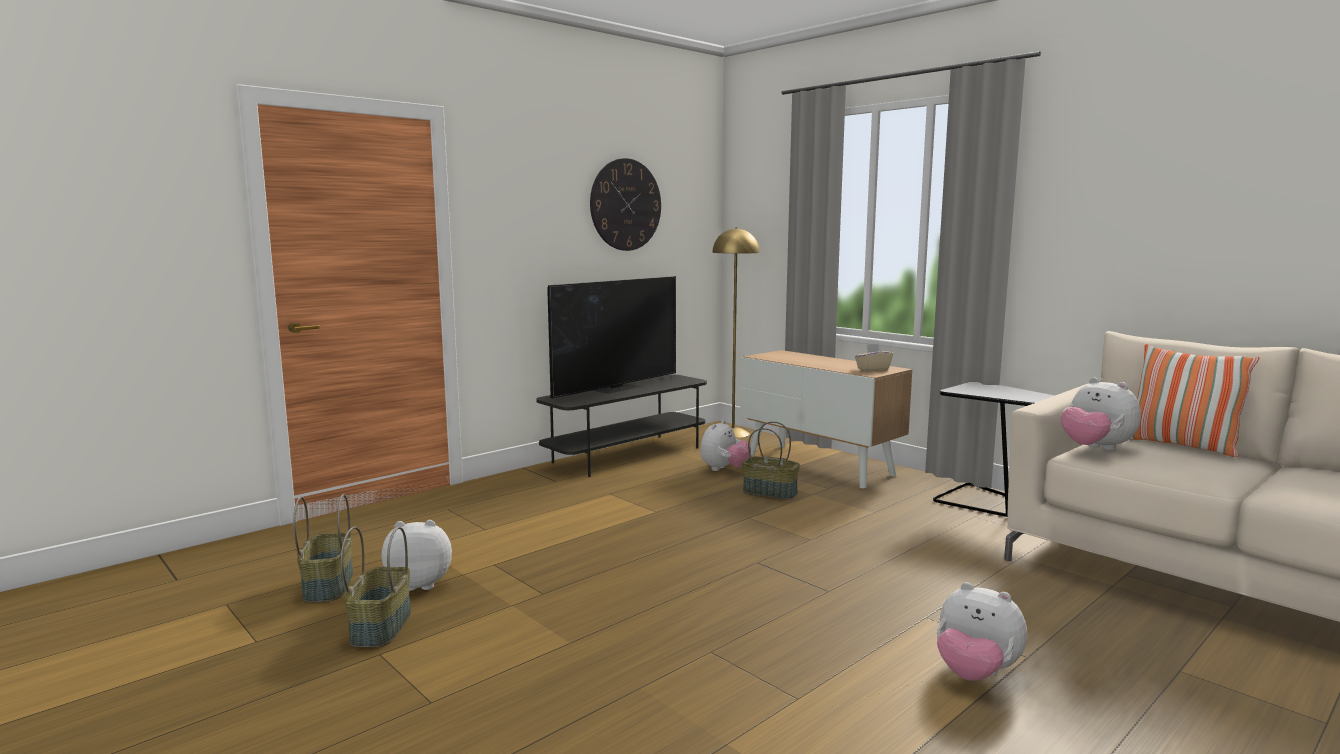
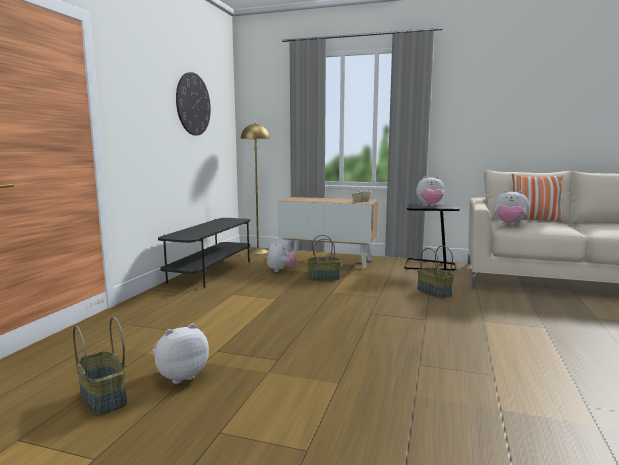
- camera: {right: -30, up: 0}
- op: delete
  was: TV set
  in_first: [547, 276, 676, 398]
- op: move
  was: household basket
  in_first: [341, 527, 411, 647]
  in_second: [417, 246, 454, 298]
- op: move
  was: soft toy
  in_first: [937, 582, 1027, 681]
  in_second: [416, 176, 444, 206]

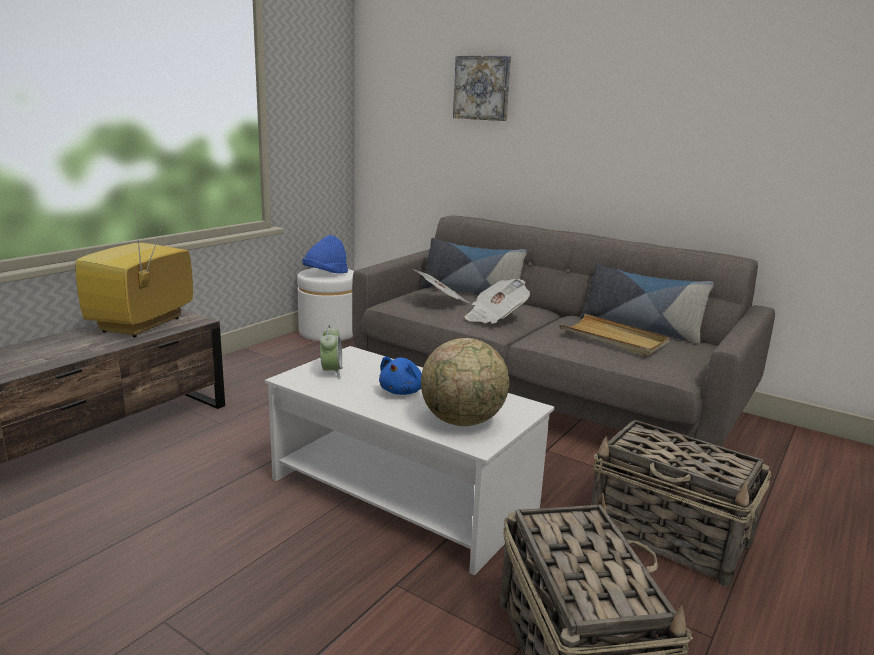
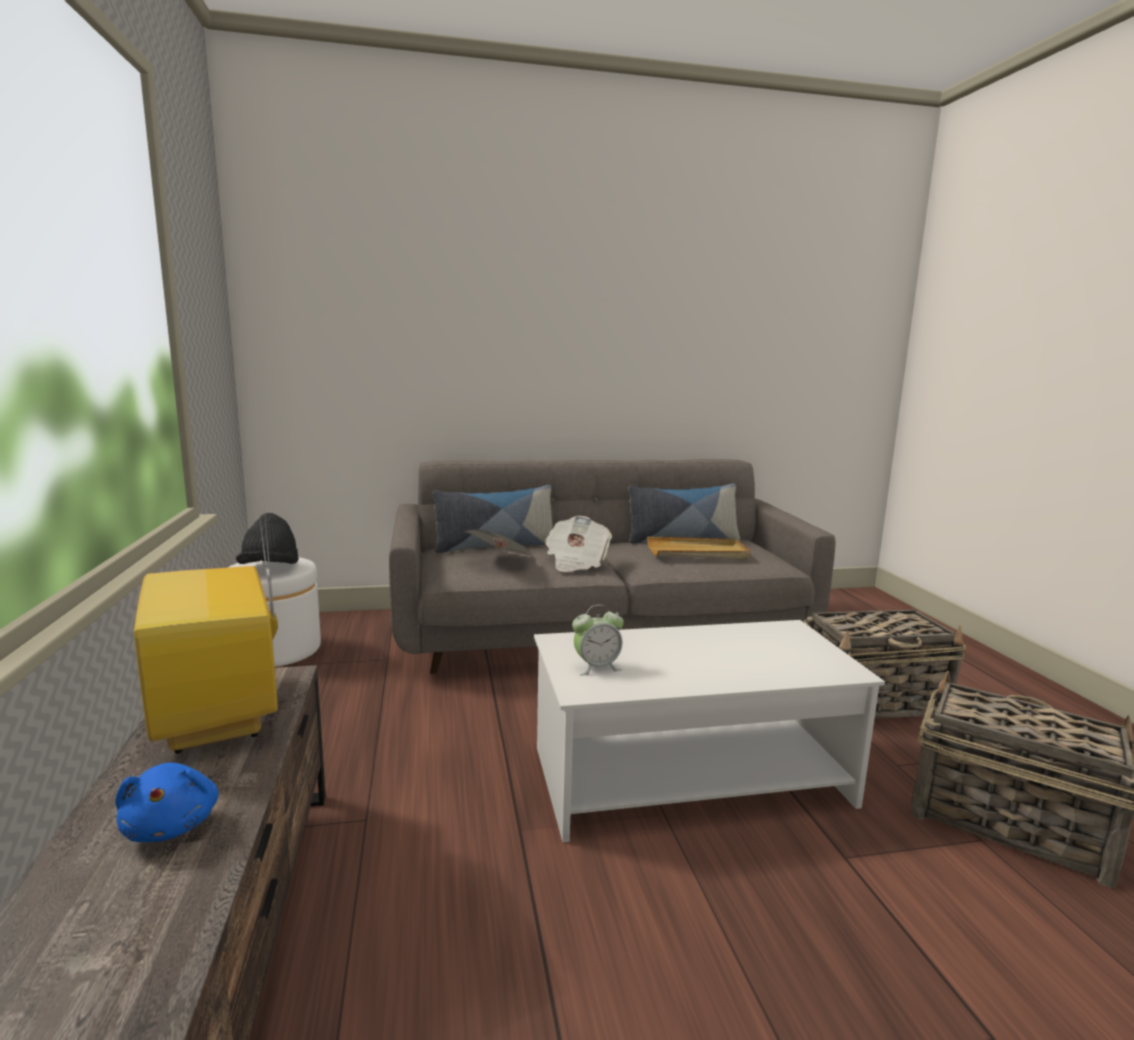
- camera: {right: -45, up: -5}
- op: delete
  was: wall picture
  in_first: [453, 56, 511, 121]
- op: recolor
  was: blue-coloured wearable hat
  now: blackish wearable hat
  in_first: [302, 235, 348, 273]
  in_second: [236, 513, 299, 564]
- op: rotate
  was: table clock
  in_first: [320, 325, 343, 379]
  in_second: [572, 605, 624, 675]
  clockwise: 120
- op: delete
  was: desk globe
  in_first: [421, 338, 509, 426]
- op: move
  was: blue-coloured soft toy
  in_first: [379, 356, 422, 395]
  in_second: [115, 763, 218, 842]

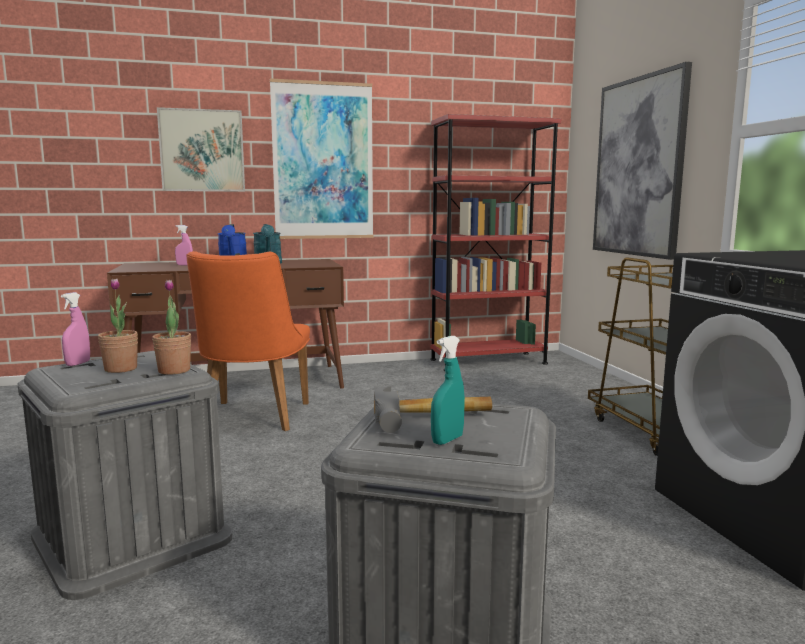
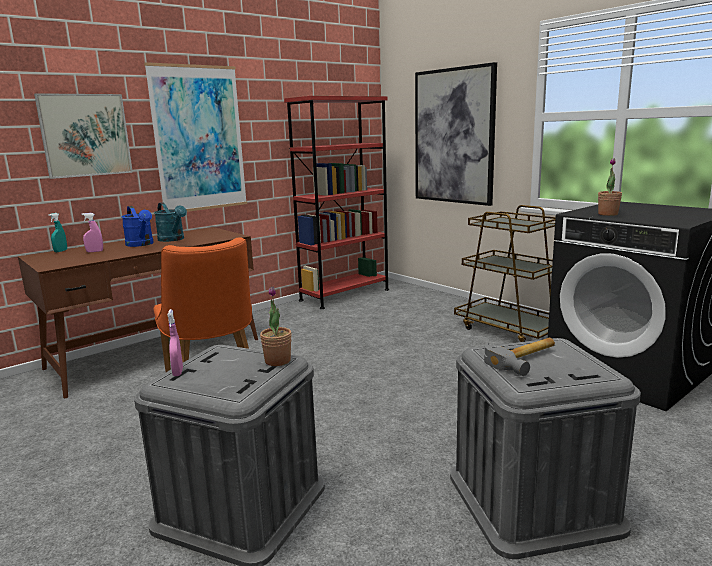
- camera: {right: -25, up: 5}
- op: move
  was: plant in a pot
  in_first: [98, 279, 138, 373]
  in_second: [598, 158, 622, 216]
- op: move
  was: blue-green spray bottle
  in_first: [431, 336, 465, 445]
  in_second: [49, 213, 67, 252]

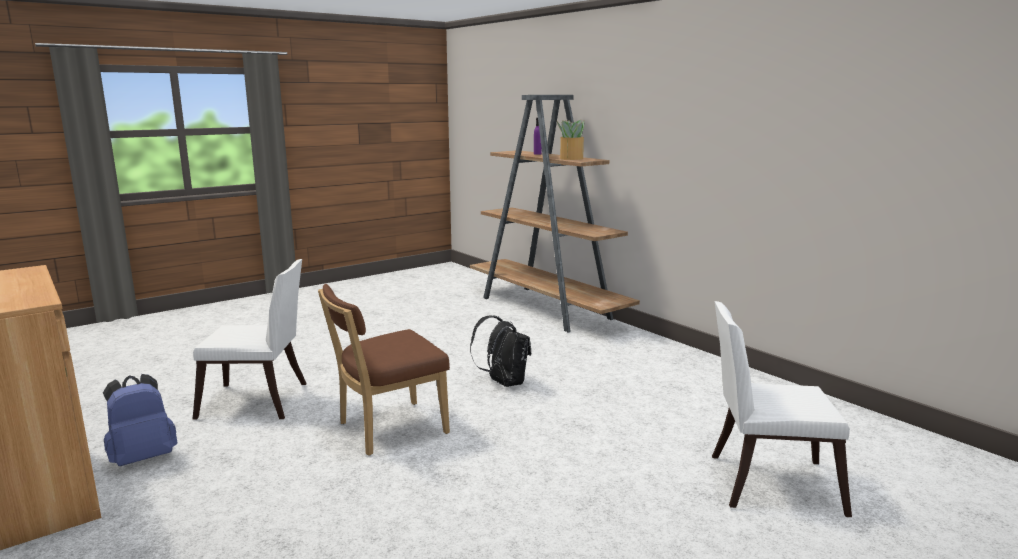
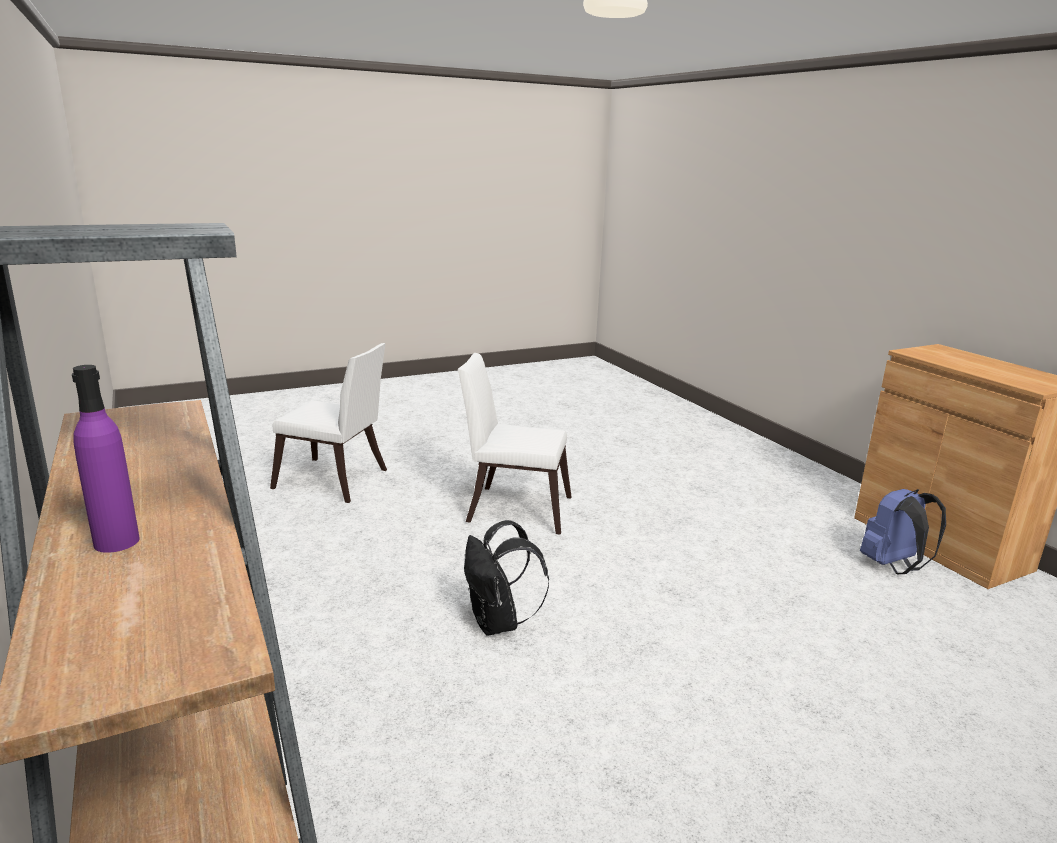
- camera: {right: -170, up: 5}
- op: delete
  was: plant in a pot
  in_first: [557, 120, 585, 160]
- op: move
  was: white plain chair
  in_first: [193, 259, 307, 419]
  in_second: [458, 353, 572, 534]
- op: delete
  was: brown-coloured plain chair
  in_first: [318, 284, 450, 456]

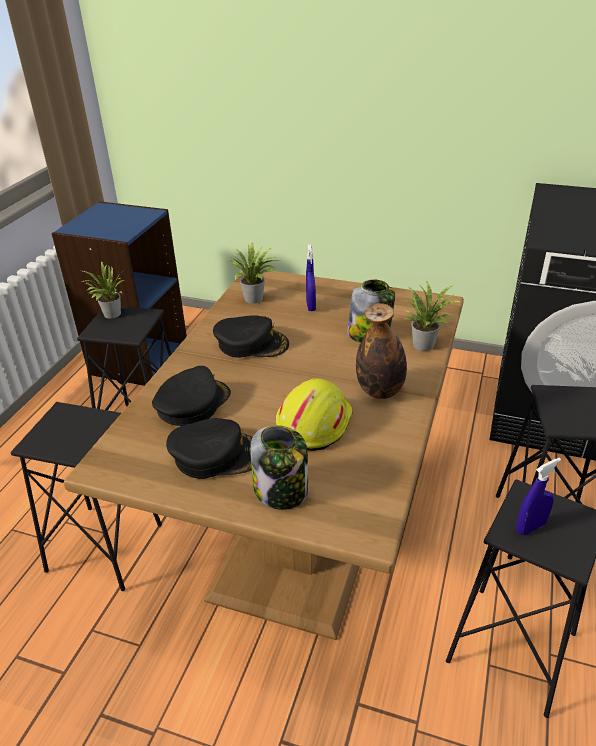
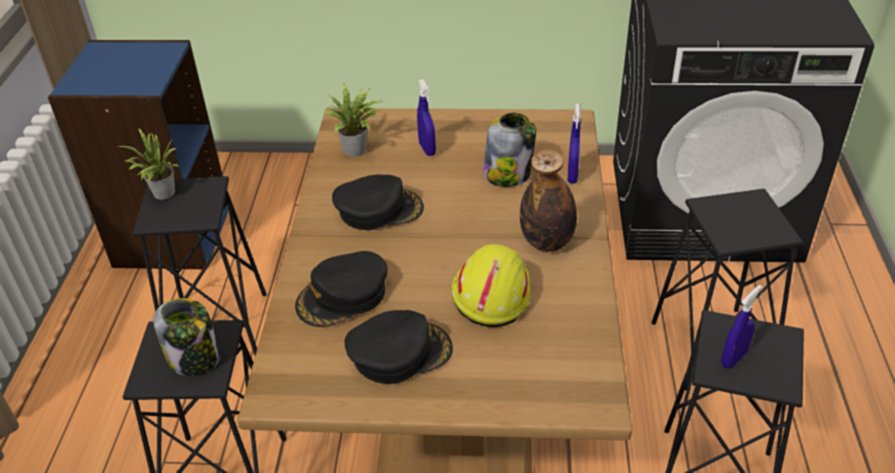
- camera: {right: -15, up: 5}
- op: replace
  was: plant in a pot
  now: blue-coloured spray bottle
  in_first: [403, 282, 461, 351]
  in_second: [567, 104, 581, 184]
- op: rotate
  was: blackish baseball cap
  in_first: [152, 366, 231, 426]
  in_second: [295, 251, 388, 327]
  clockwise: -150
- op: move
  was: preserve jar
  in_first: [250, 425, 308, 510]
  in_second: [153, 298, 220, 376]

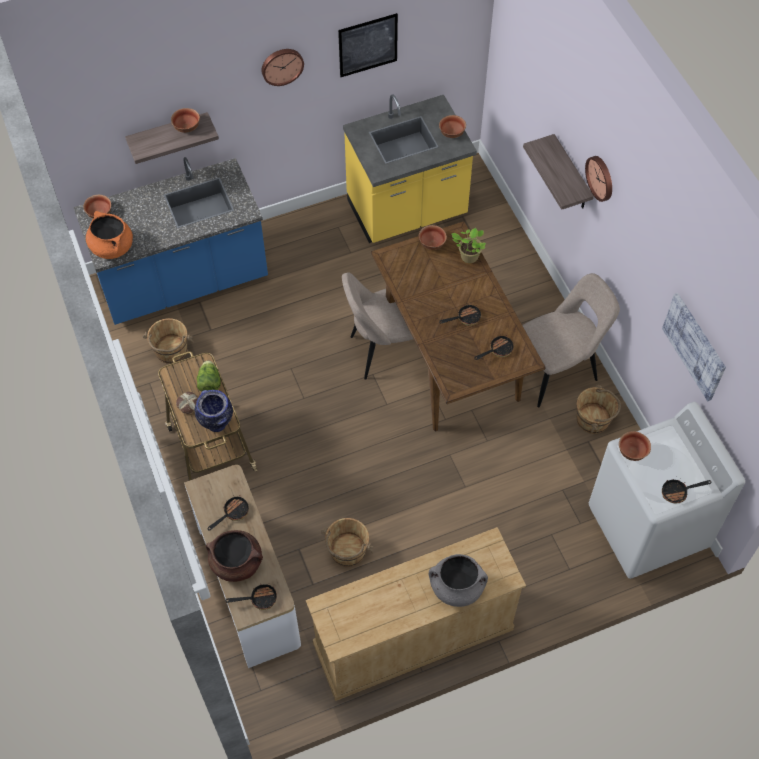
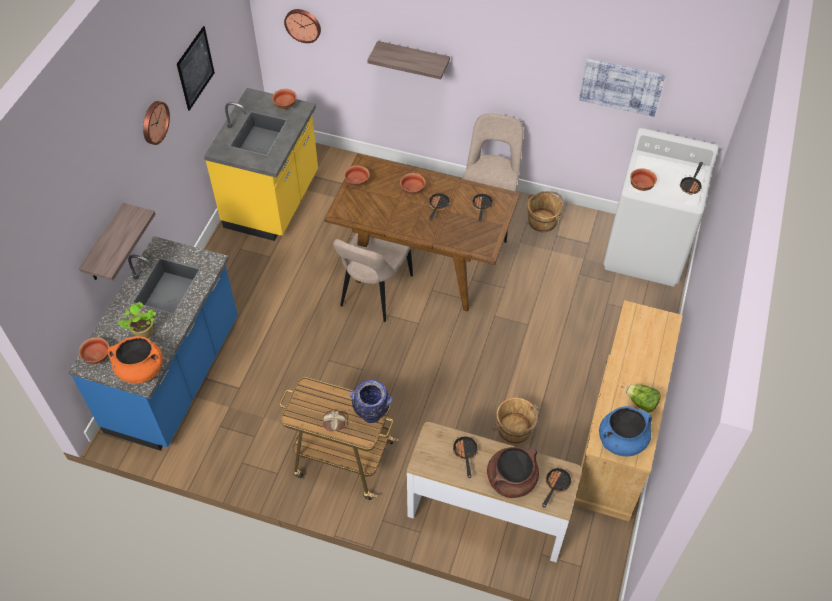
- camera: {right: -50, up: -5}
- op: move
  was: bowl
  in_first: [171, 108, 200, 133]
  in_second: [400, 173, 425, 195]
- op: move
  was: hanging clock
  in_first: [585, 156, 612, 202]
  in_second: [284, 9, 321, 43]
- op: move
  was: plant in a pot
  in_first: [451, 228, 486, 263]
  in_second: [117, 302, 156, 338]
- op: delete
  was: brown-coloured pail
  in_first: [143, 318, 194, 364]
- op: move
  was: lettuce head
  in_first: [197, 360, 221, 392]
  in_second: [626, 384, 661, 413]
- op: delete
  was: gray saucepot
  in_first: [429, 554, 488, 607]
- op: insert
  now: blue-coloured saucepot
  in_second: [599, 406, 652, 456]

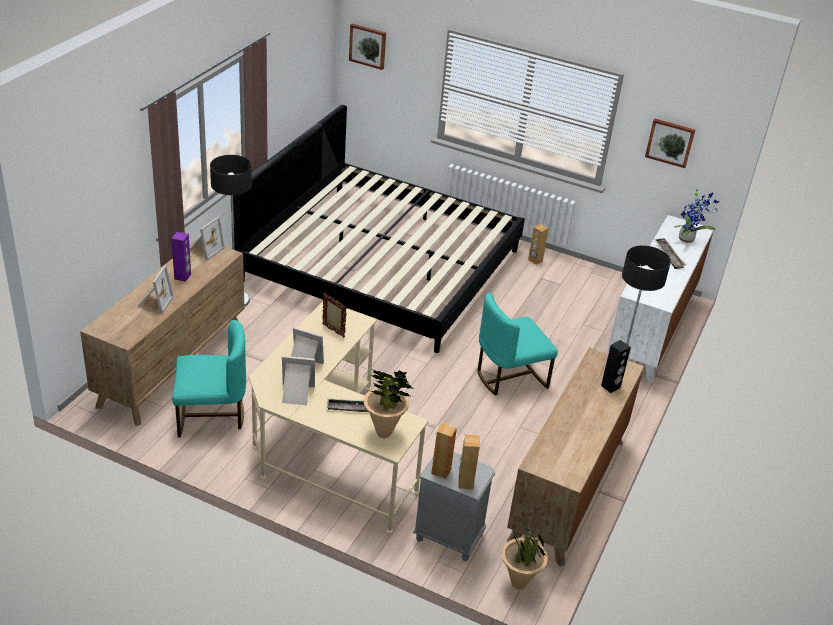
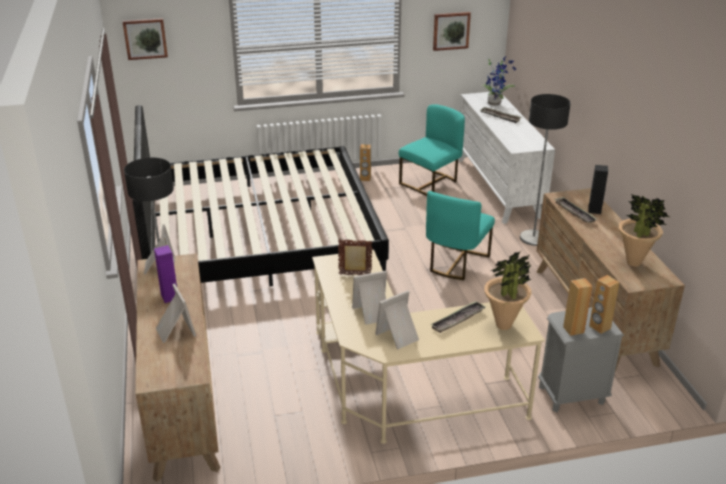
- camera: {right: -35, up: -5}
- op: move
  was: blue-green plain chair
  in_first: [172, 320, 246, 438]
  in_second: [399, 104, 465, 196]
- op: move
  was: plant in a pot
  in_first: [502, 521, 548, 590]
  in_second: [619, 194, 669, 267]
- op: insert
  now: tray
  in_second: [554, 197, 597, 223]

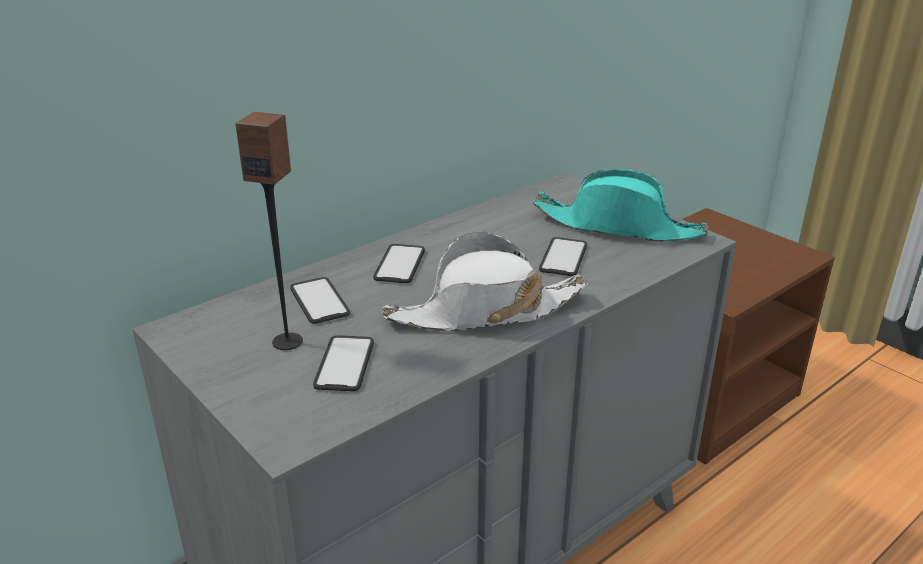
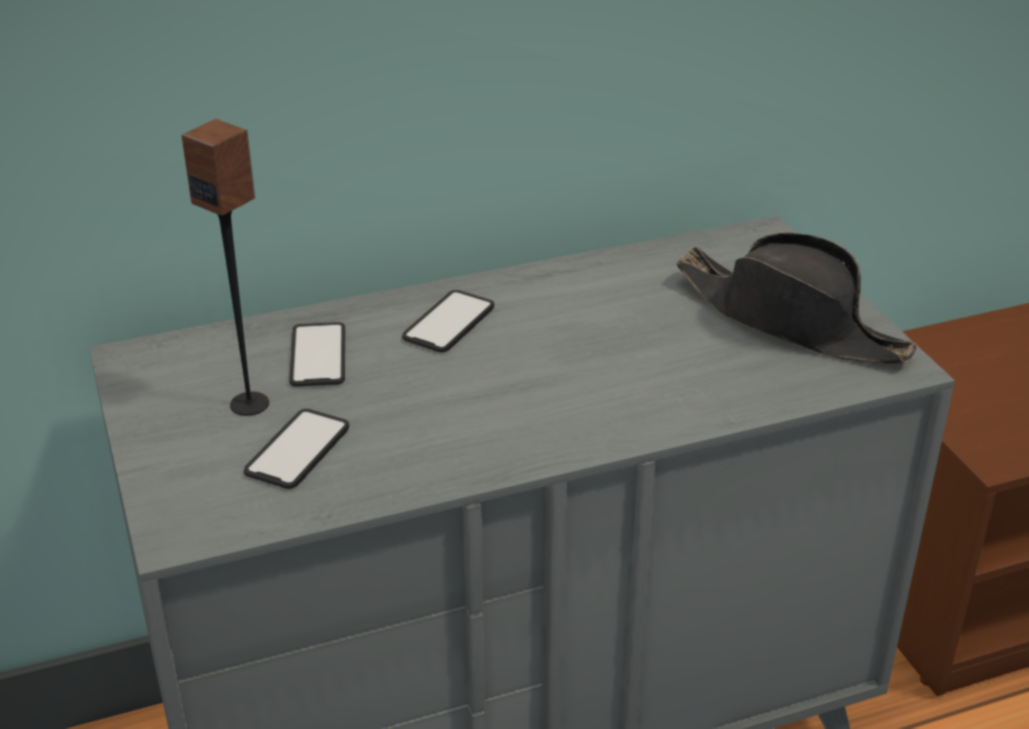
- camera: {right: 20, up: 5}
- op: recolor
  was: blue-green wearable hat
  now: blackish wearable hat
  in_first: [533, 169, 709, 241]
  in_second: [676, 232, 917, 363]
- op: delete
  was: white wearable hat
  in_first: [382, 231, 588, 331]
- op: delete
  was: phone
  in_first: [539, 237, 587, 276]

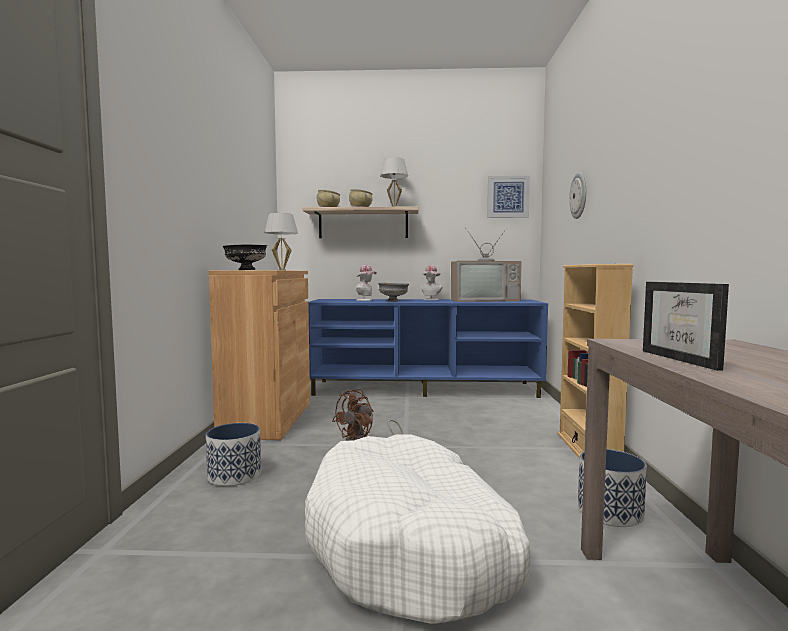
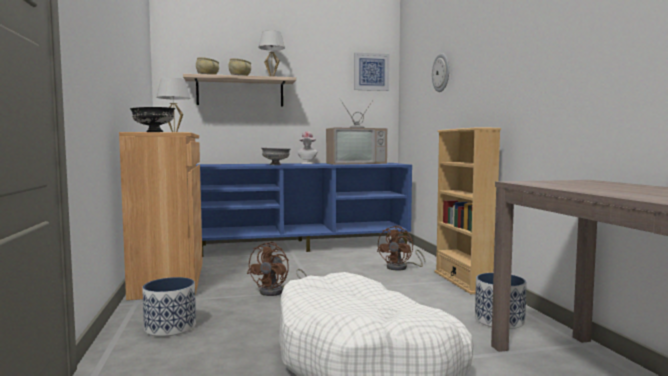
- camera: {right: -15, up: 0}
- op: delete
  was: wearable hat
  in_first: [356, 265, 377, 301]
- op: delete
  was: picture frame
  in_first: [643, 282, 729, 371]
- op: insert
  now: brown-coloured fan
  in_second: [377, 226, 425, 270]

